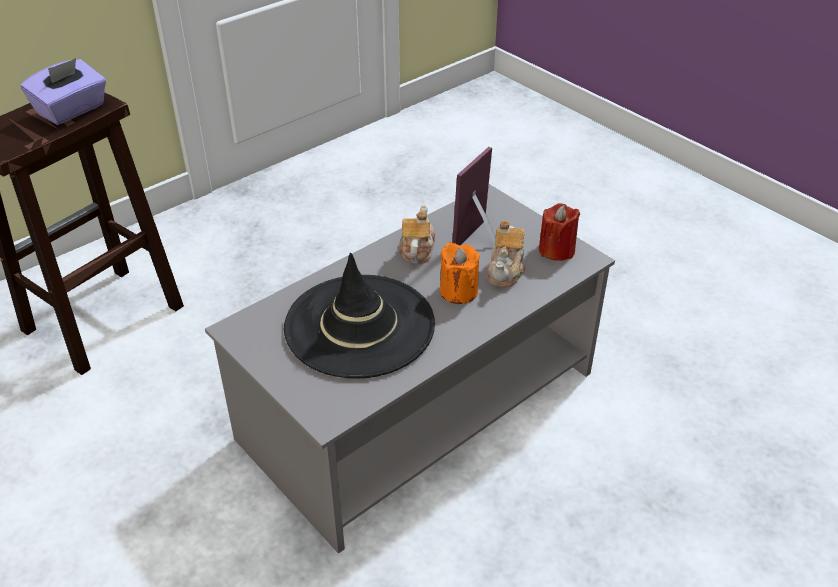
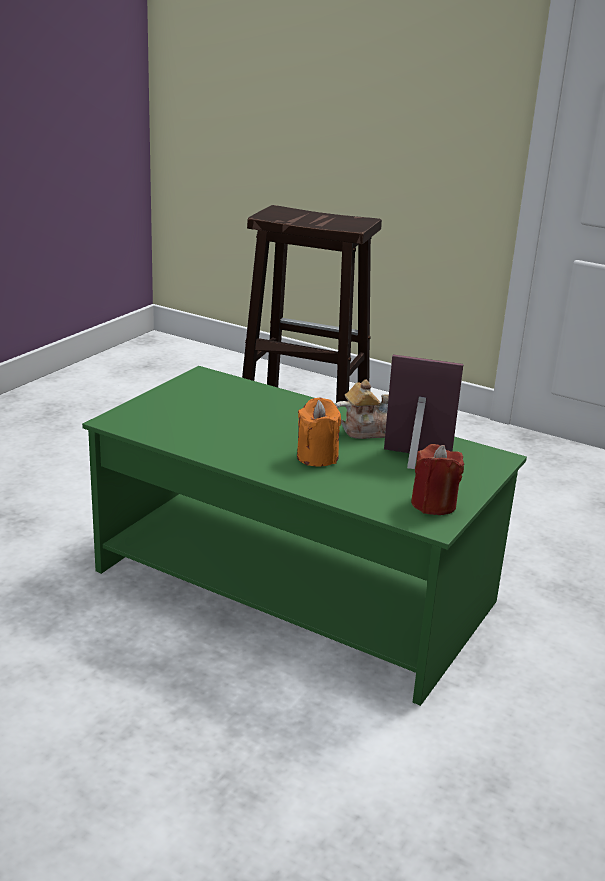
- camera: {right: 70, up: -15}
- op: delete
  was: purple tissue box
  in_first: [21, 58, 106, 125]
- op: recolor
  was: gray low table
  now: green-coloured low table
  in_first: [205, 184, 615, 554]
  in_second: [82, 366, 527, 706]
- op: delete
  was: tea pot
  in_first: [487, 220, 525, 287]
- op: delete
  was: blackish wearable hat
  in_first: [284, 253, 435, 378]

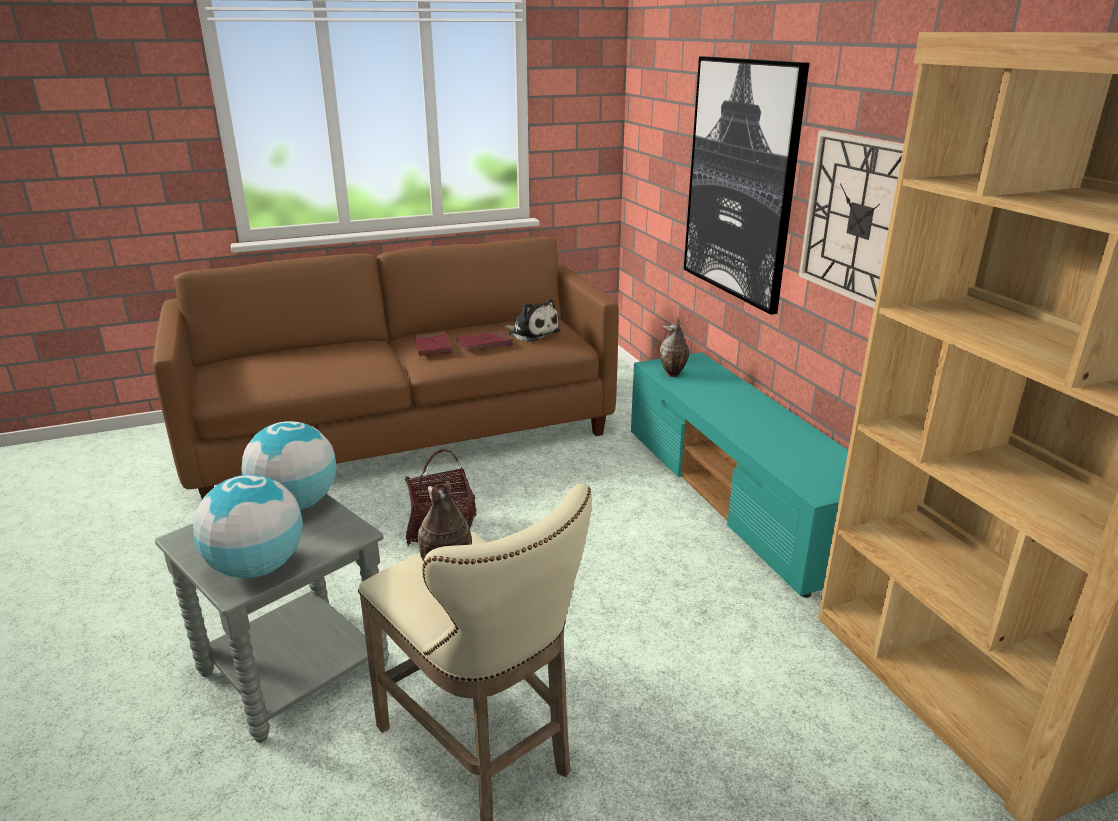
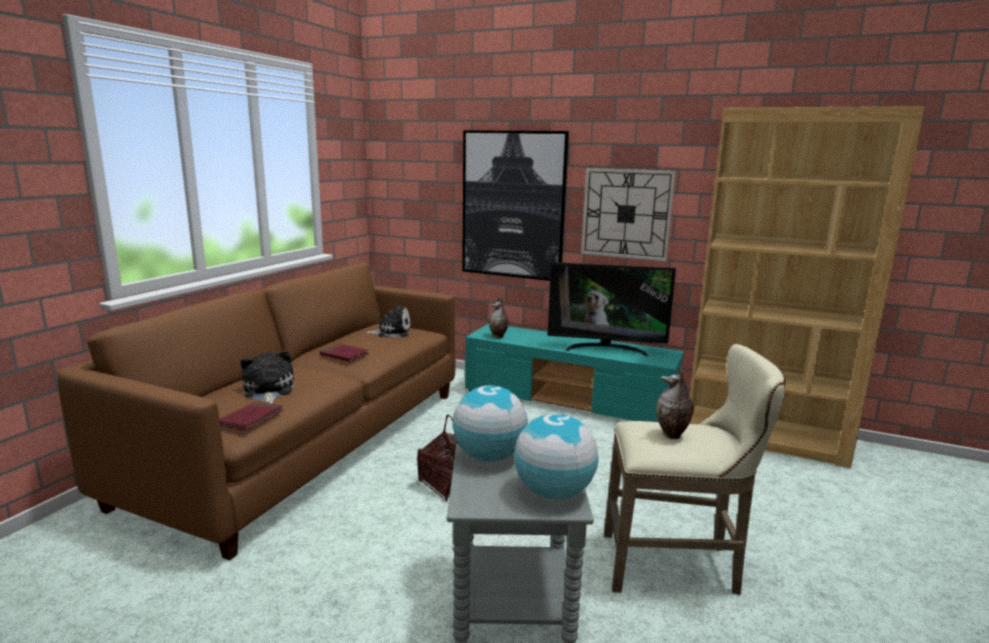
- camera: {right: -45, up: -10}
- op: move
  was: red-coloured bound book
  in_first: [457, 331, 513, 351]
  in_second: [220, 401, 283, 430]
- op: insert
  now: TV set
  in_second: [547, 262, 676, 356]
- op: insert
  now: soft toy
  in_second: [241, 350, 294, 404]

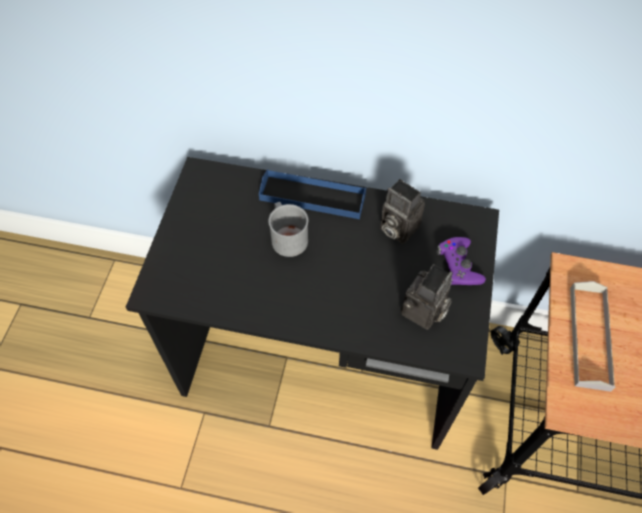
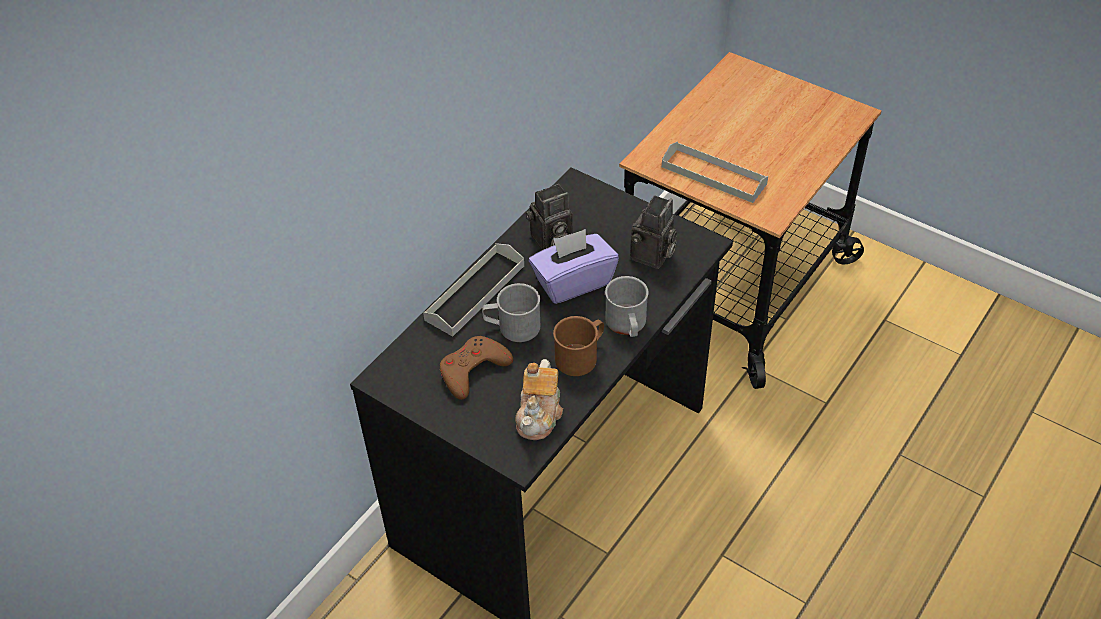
- camera: {right: -65, up: -10}
- op: recolor
  was: blue-coloured tray
  now: gray tray
  in_first: [259, 169, 366, 219]
  in_second: [423, 243, 524, 337]
- op: delete
  was: purple game controller
  in_first: [436, 237, 486, 285]
- op: rotate
  was: still camera
  in_first: [401, 264, 453, 330]
  in_second: [630, 195, 677, 269]
  clockwise: 60
- op: insert
  now: purple tissue box
  in_second: [529, 229, 619, 304]
- op: insert
  now: gray coffee mug
  in_second: [605, 276, 648, 337]
- op: insert
  now: brown-coloured coffee mug
  in_second: [553, 316, 604, 376]
- op: insert
  now: brown-coloured game controller
  in_second: [440, 336, 513, 400]
- op: insert
  now: tea pot
  in_second: [516, 359, 563, 440]

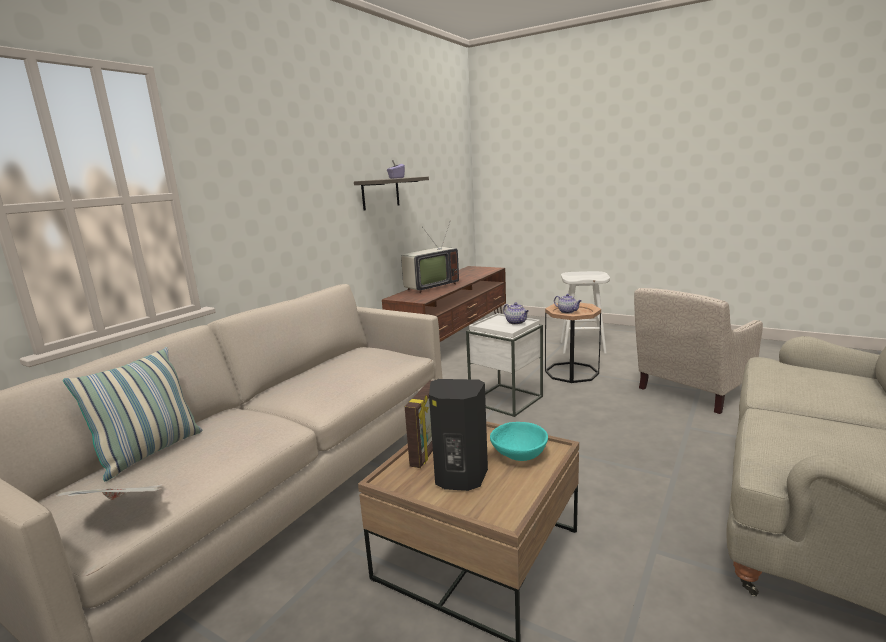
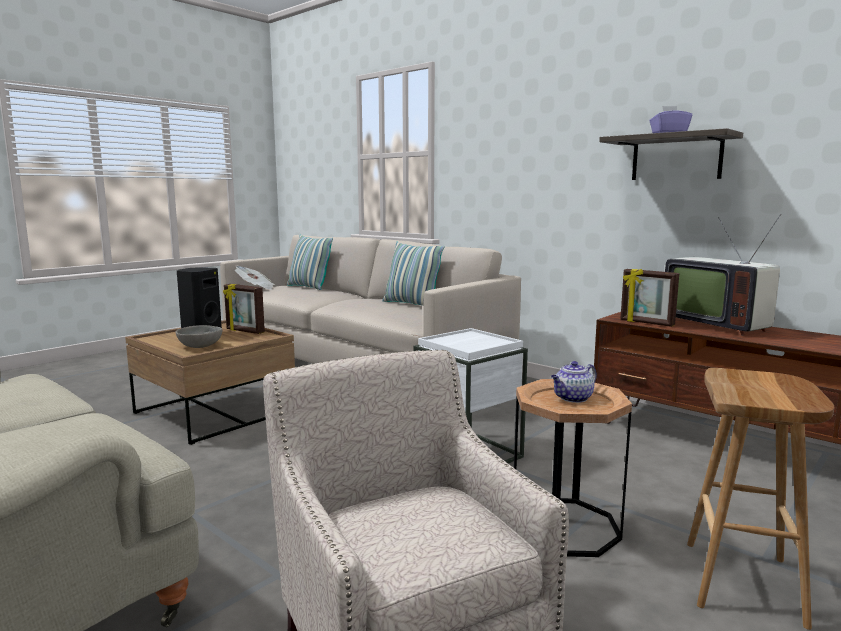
- camera: {right: 100, up: -5}
- op: recolor
  was: white sitting stool
  now: brown-coloured sitting stool
  in_first: [561, 271, 610, 354]
  in_second: [687, 368, 834, 630]
- op: delete
  was: tea pot
  in_first: [503, 302, 529, 325]
- op: recolor
  was: blue-green bowl
  now: gray bowl
  in_first: [490, 422, 548, 461]
  in_second: [175, 325, 222, 348]
- op: insert
  now: throw pillow
  in_second: [382, 242, 445, 306]
- op: insert
  now: picture frame
  in_second: [620, 269, 679, 327]

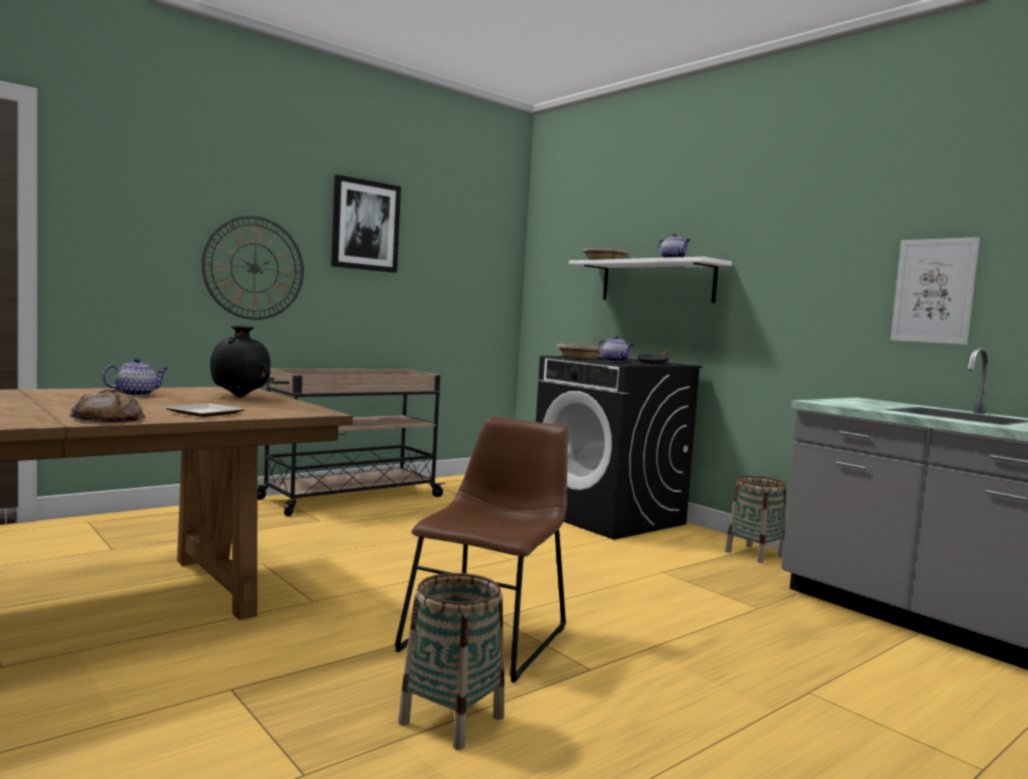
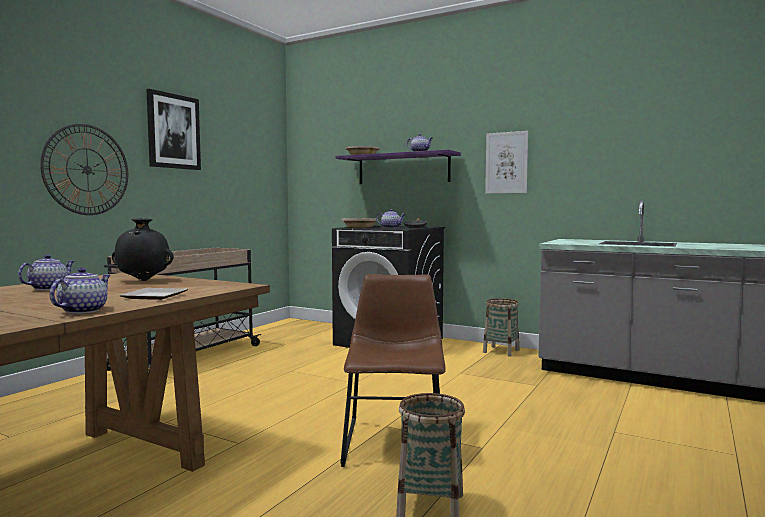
- camera: {right: -20, up: 0}
- op: move
  was: wall picture
  in_first: [891, 237, 980, 345]
  in_second: [485, 131, 528, 194]
- op: recolor
  was: white shelf
  now: purple shelf
  in_first: [569, 257, 732, 303]
  in_second: [336, 150, 461, 184]
- op: replace
  was: bread
  now: tea pot
  in_first: [69, 389, 145, 422]
  in_second: [49, 267, 110, 314]

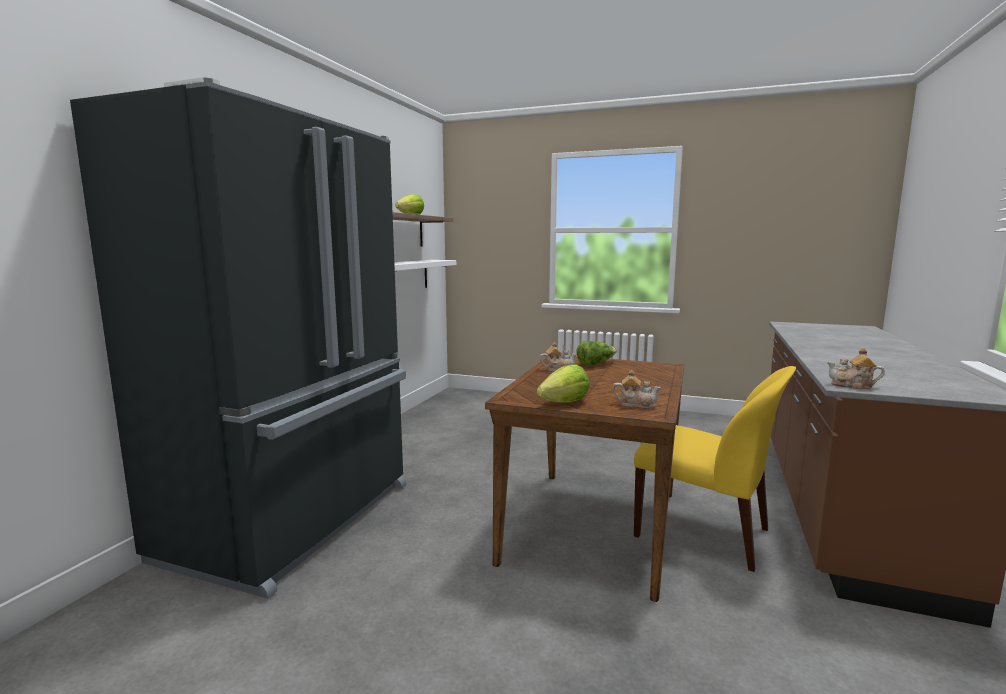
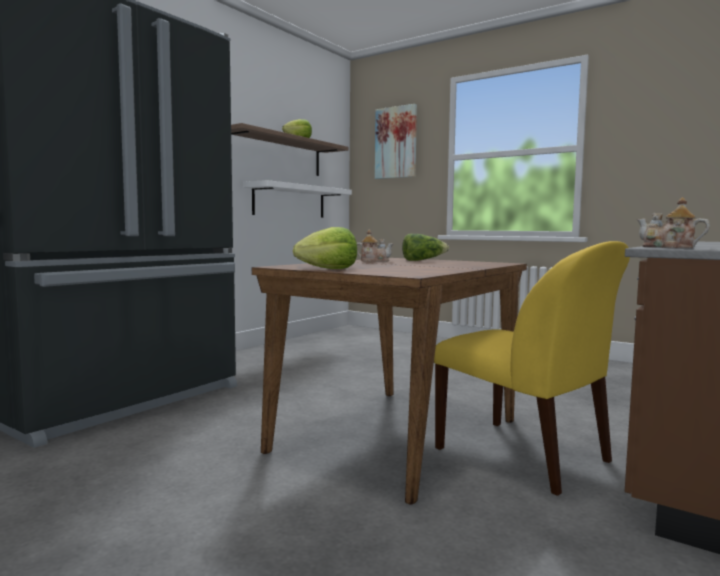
- camera: {right: 15, up: -5}
- op: delete
  was: tea pot
  in_first: [613, 370, 661, 409]
- op: insert
  now: wall picture
  in_second: [375, 104, 417, 179]

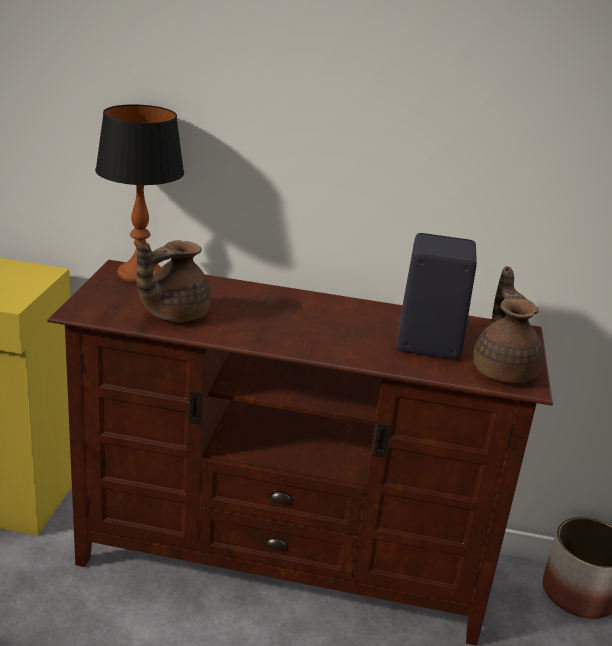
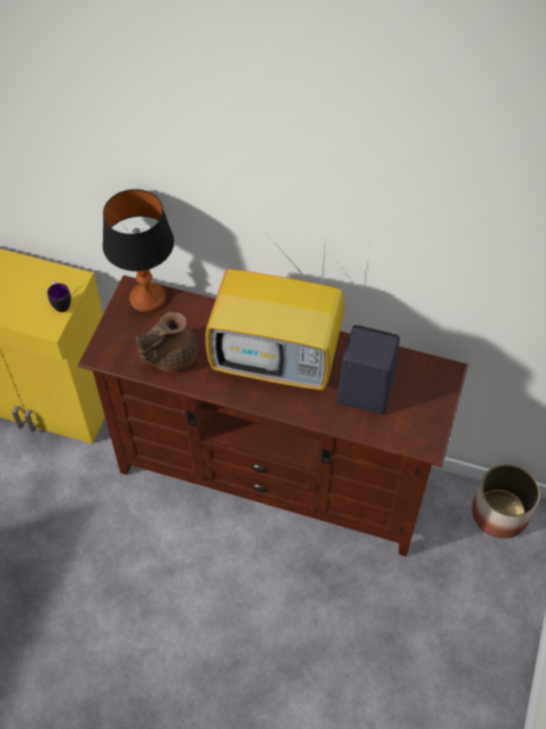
- camera: {right: 10, up: 30}
- op: delete
  was: brown-coloured tea pot
  in_first: [473, 266, 543, 383]
- op: insert
  now: TV set
  in_second: [205, 233, 344, 390]
- op: insert
  now: coffee mug
  in_second: [47, 281, 71, 312]

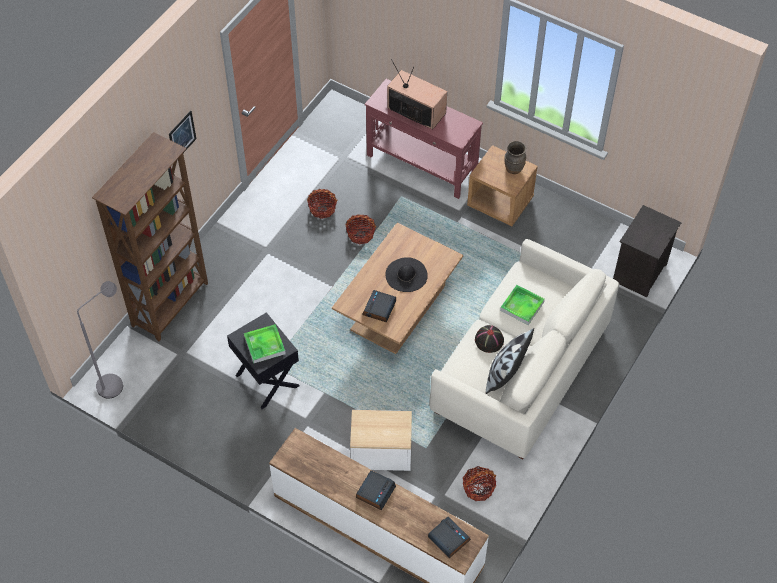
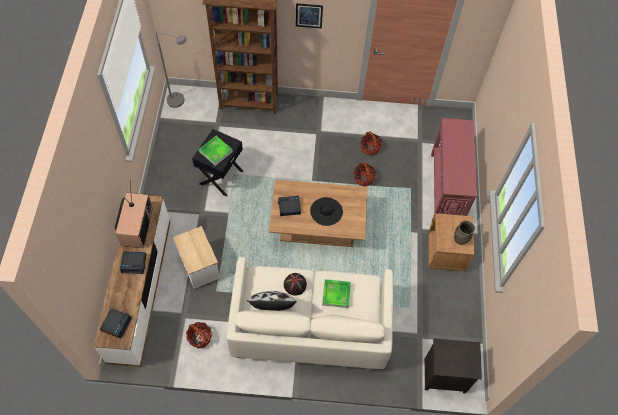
- camera: {right: 60, up: 5}
- op: move
  was: TV set
  in_first: [387, 59, 447, 130]
  in_second: [114, 179, 153, 248]

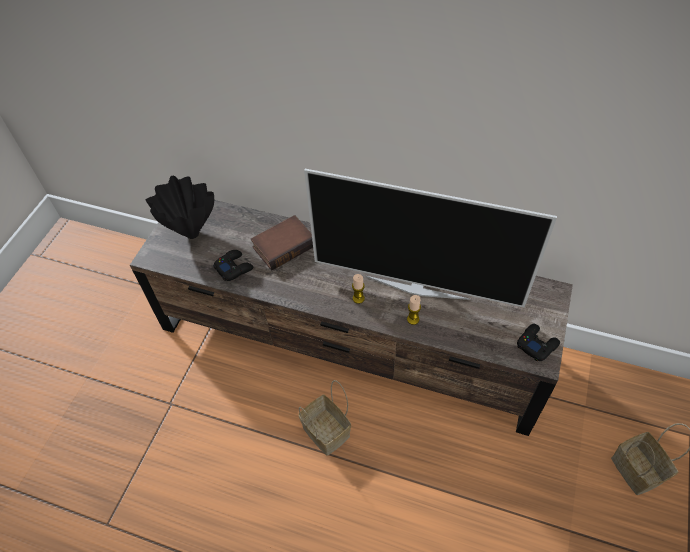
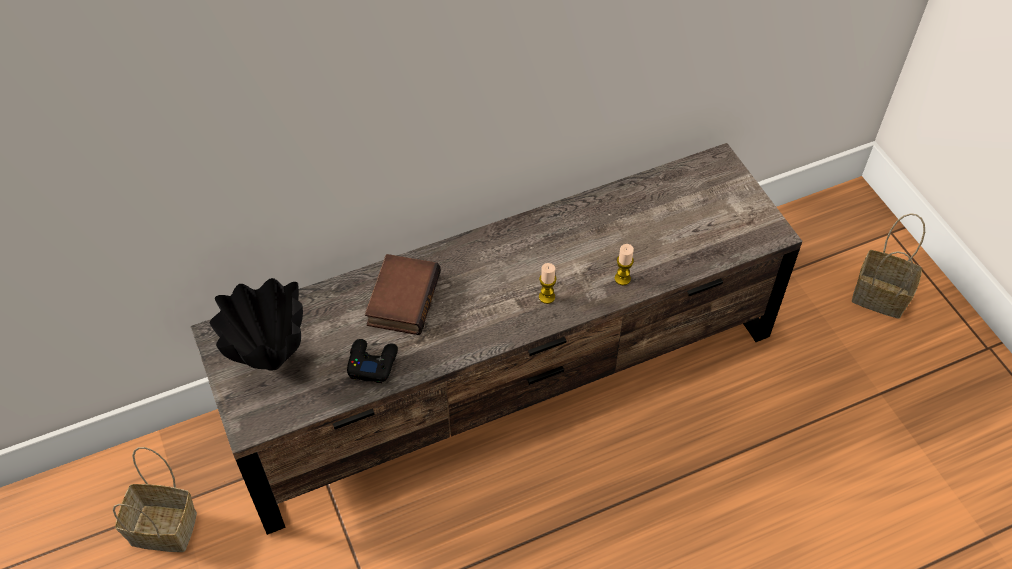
- camera: {right: -45, up: 0}
- op: delete
  was: TV set
  in_first: [304, 169, 557, 308]
- op: delete
  was: blackish game controller
  in_first: [517, 324, 560, 362]
- op: move
  was: household basket
  in_first: [299, 380, 351, 456]
  in_second: [113, 447, 197, 552]

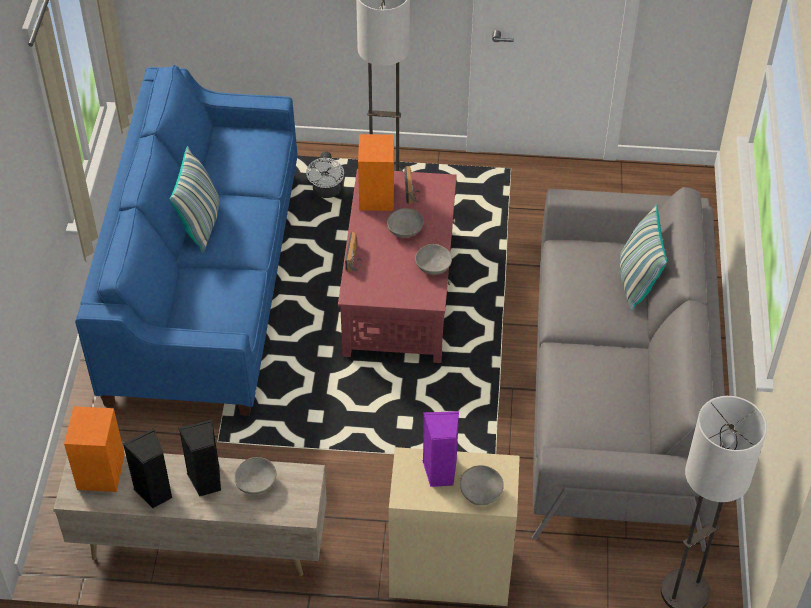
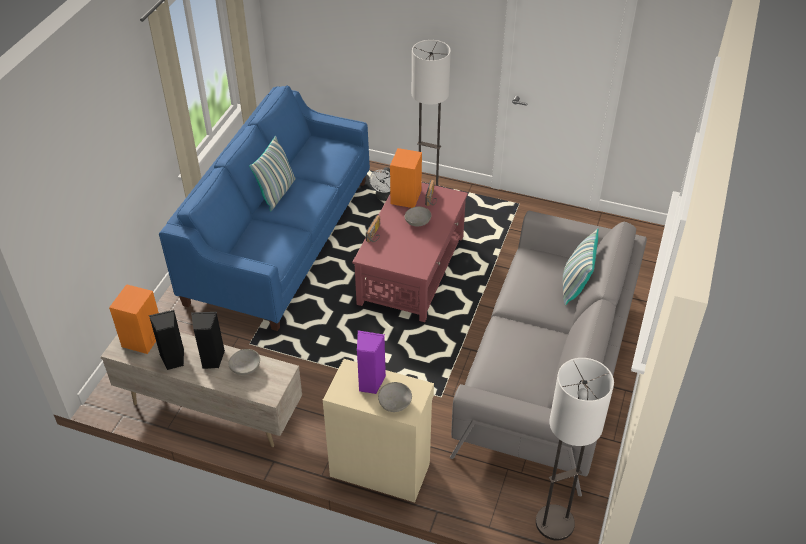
- camera: {right: 15, up: -5}
- op: delete
  was: gray bowl
  in_first: [415, 244, 452, 275]

